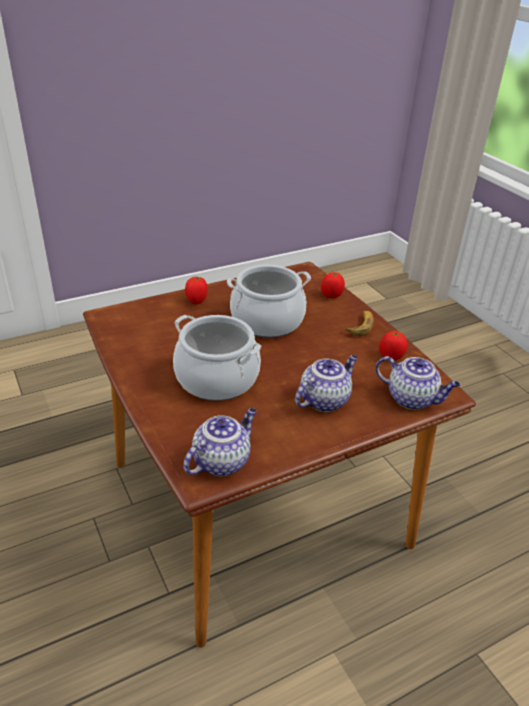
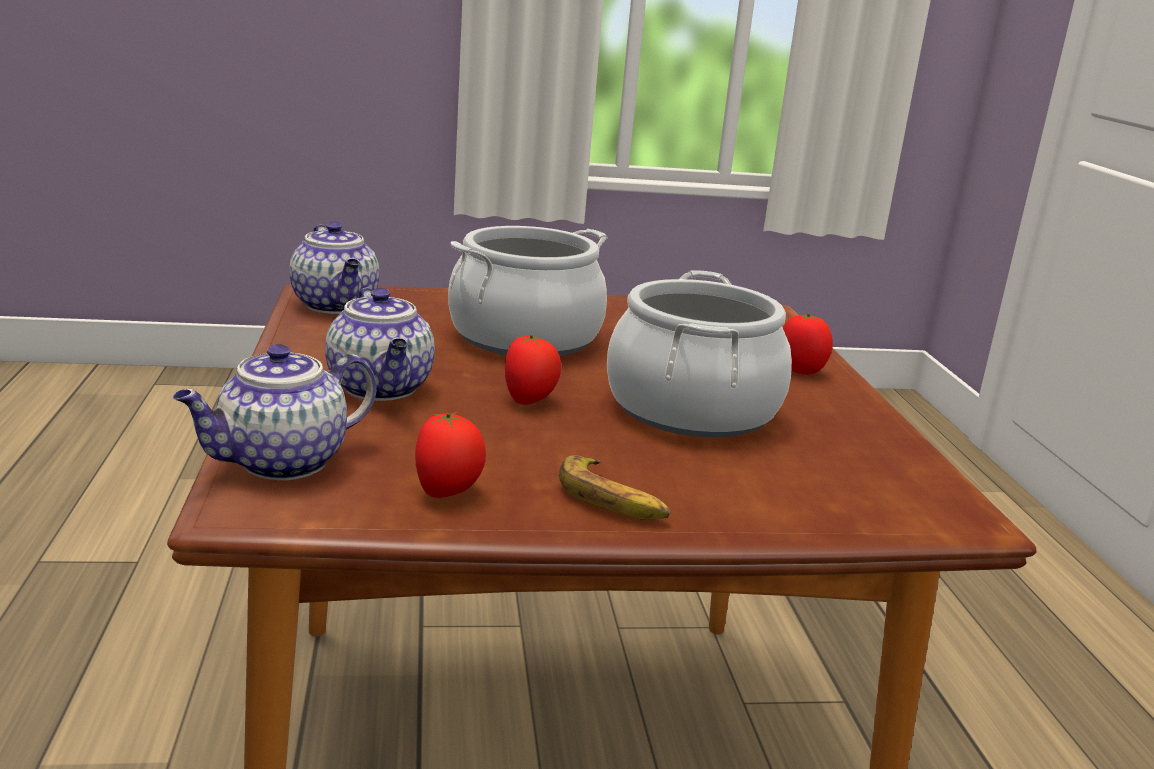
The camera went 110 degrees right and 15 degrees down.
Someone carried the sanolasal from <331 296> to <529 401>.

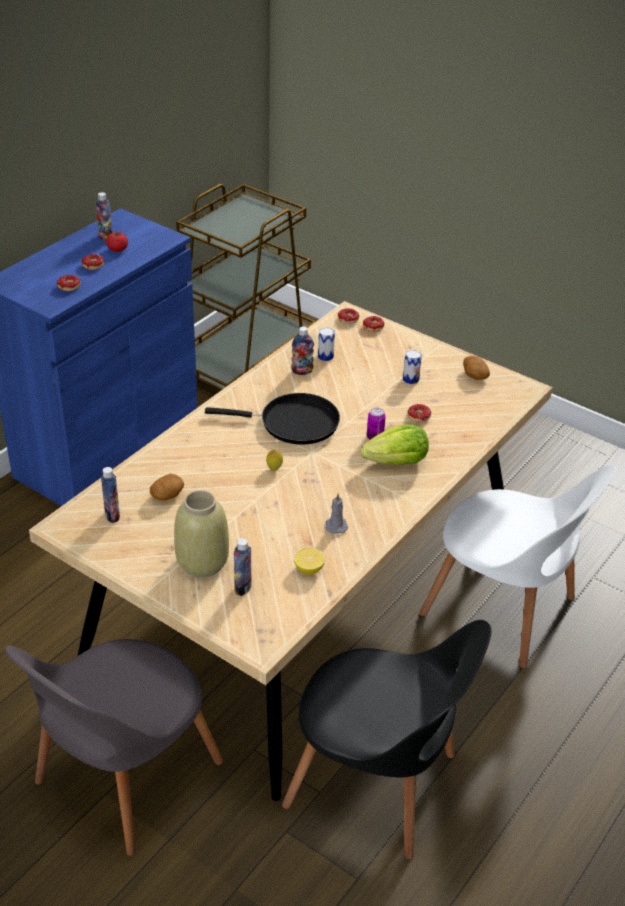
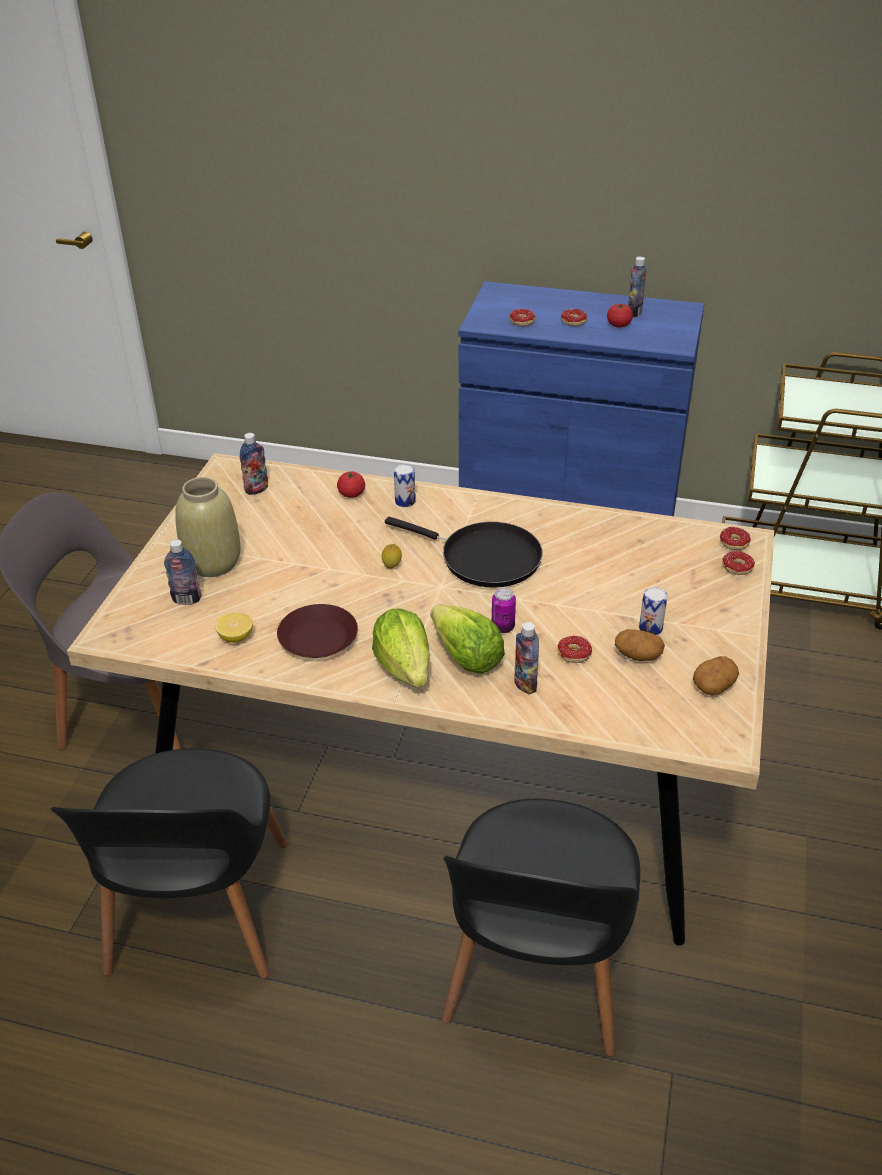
The camera went 70 degrees right and 0 degrees up.
Someone carried the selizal from <167 495> to <637 655>.
Someone rotated the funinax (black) at <293 423> by 45 degrees counterclockwise.
Someone carried the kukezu from <302 371> to <525 684>.
Someone carried the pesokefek from <325 356> to <405 501>.
Someone swapped the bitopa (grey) at <336 525> for the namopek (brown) at <319 638>.
Someone repainted the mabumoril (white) at <504 610>, which became the mabumoril (black) at <537 972>.
Someone put down the sanolasal at <351 494>.
Someone put down the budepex at <405 667>.

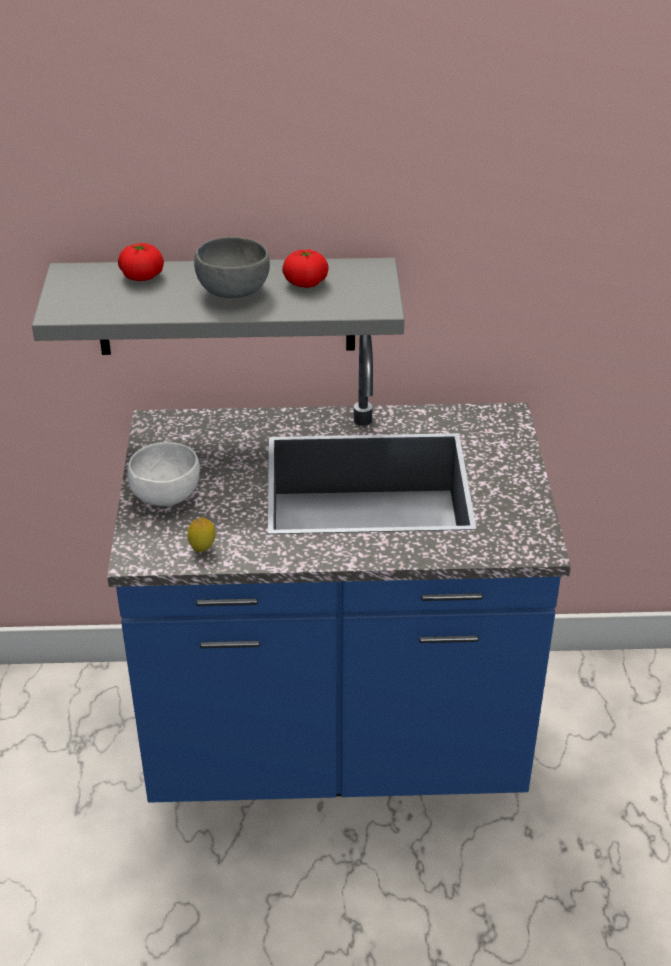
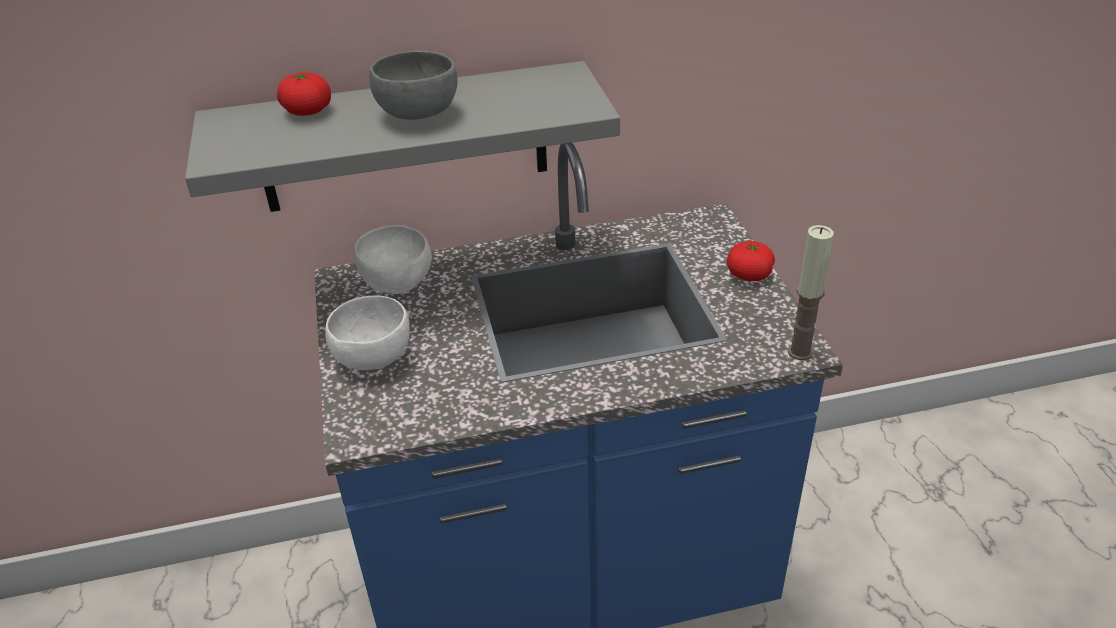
The camera went 10 degrees left and 0 degrees up.
Someone took away the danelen at <202 549>.
Someone carried the sanolasal from <305 283> to <749 275>.
Someone put down the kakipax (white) at <398 283>.
Someone put down the bitopa at <800 352>.

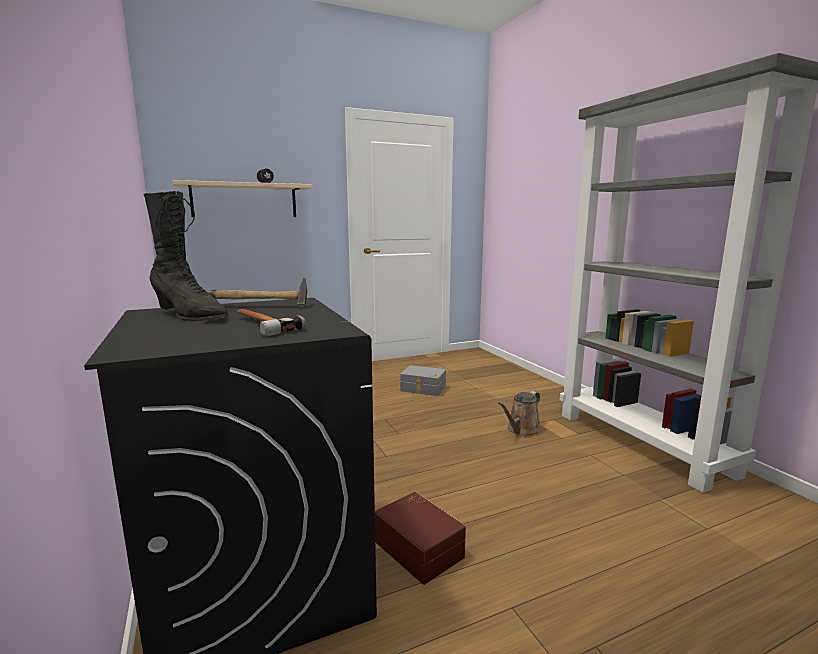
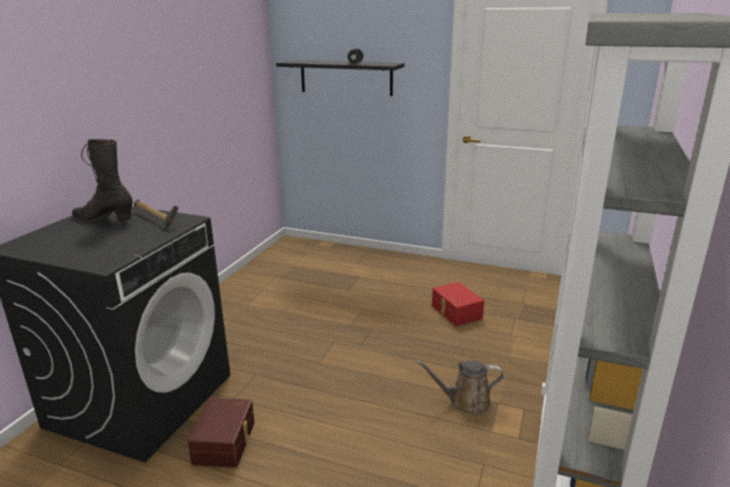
The camera went 45 degrees right and 10 degrees up.
Someone rotated the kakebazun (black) at <190 316> by 120 degrees clockwise.
Someone repainted the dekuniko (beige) at <244 200>, which became the dekuniko (black) at <346 77>.
Someone took away the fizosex at <262 325>.
Someone repainted the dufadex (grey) at <423 389>, which became the dufadex (red) at <455 312>.

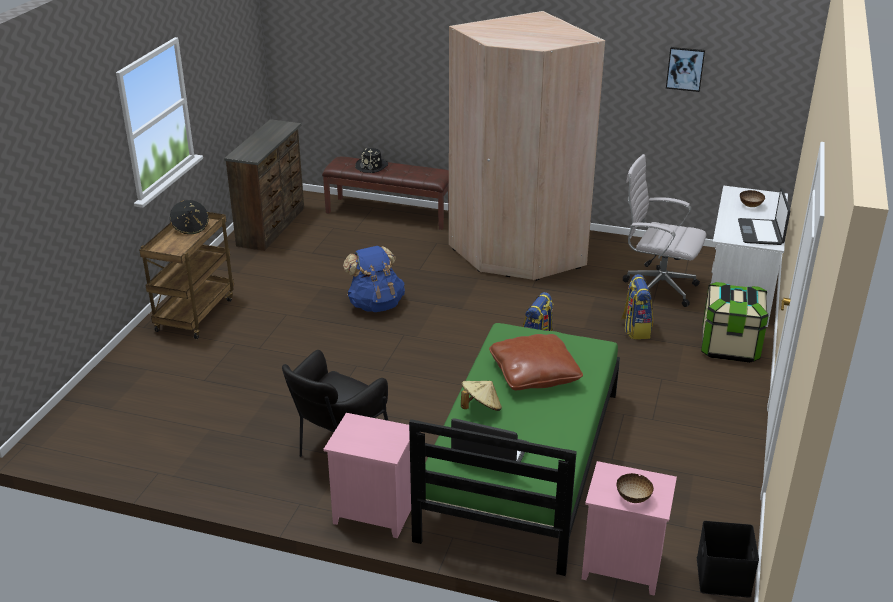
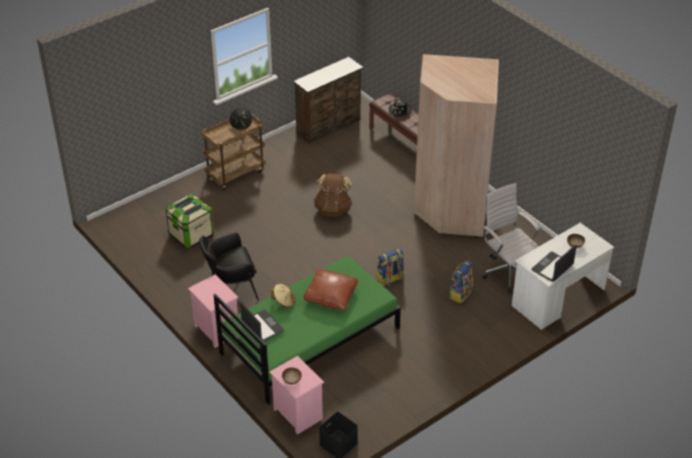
The camera went 35 degrees right and 10 degrees up.
Someone repainted the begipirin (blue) at <375 304>, which became the begipirin (brown) at <333 209>.
Someone took away the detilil at <685 68>.
Someone carried the dufadex from <729 347> to <191 235>.

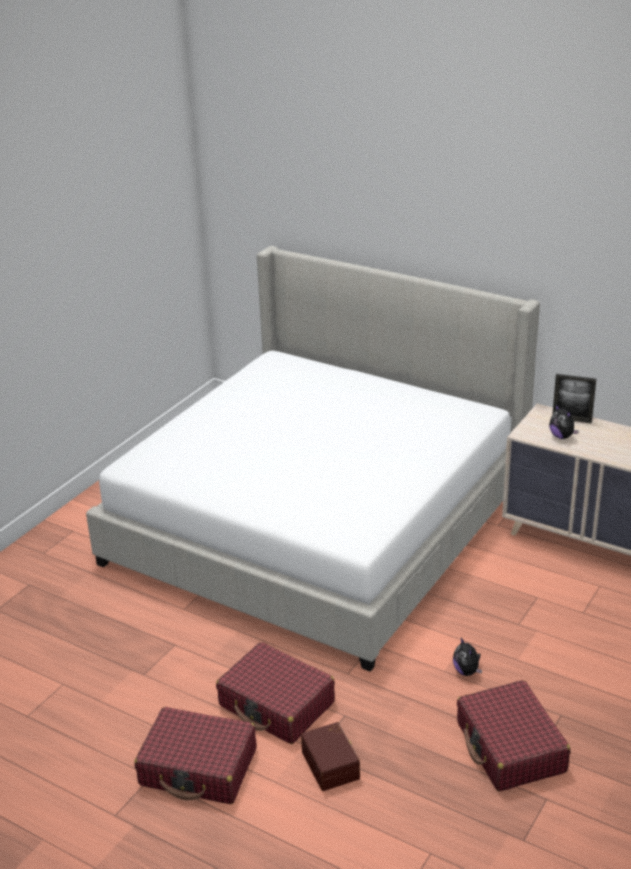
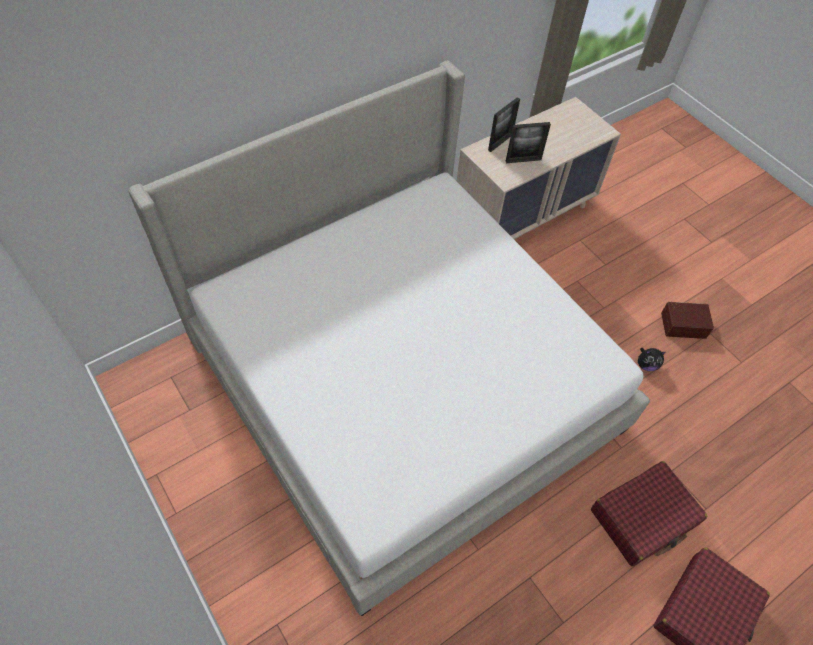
The camera went 70 degrees left and 25 degrees up.
Someone carried the dufadex (brown) from <332 764> to <683 324>.
Someone took away the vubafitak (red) at <510 747>.
Someone swapped the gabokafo at <562 436> for the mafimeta at <523 160>.

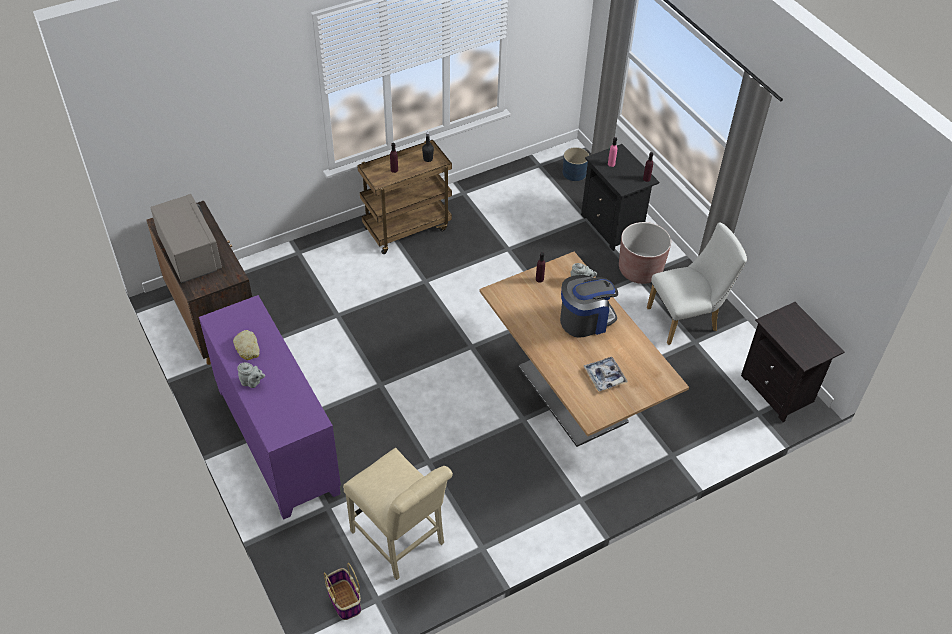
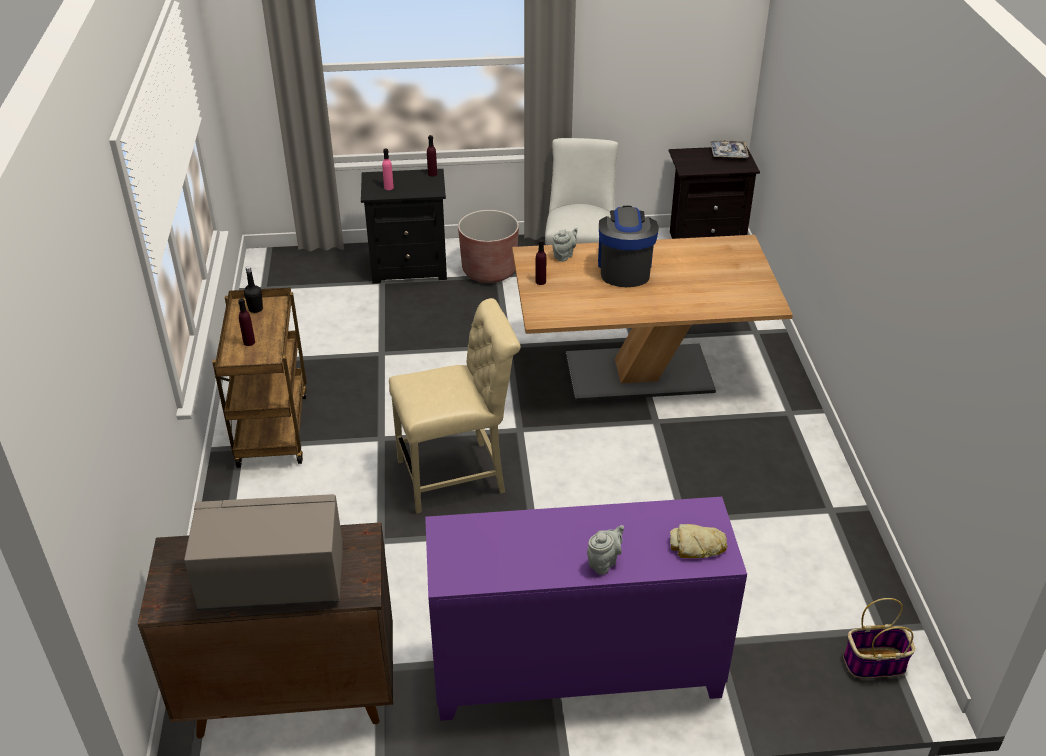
The camera went 65 degrees left and 10 degrees down.
Someone carried the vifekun from <247 348> to <697 546>.
Someone carried the mabumoril (beige) from <400 541> to <458 475>.
Someone took away the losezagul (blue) at <574 173>.
Someone carried the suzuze from <604 376> to <728 153>.

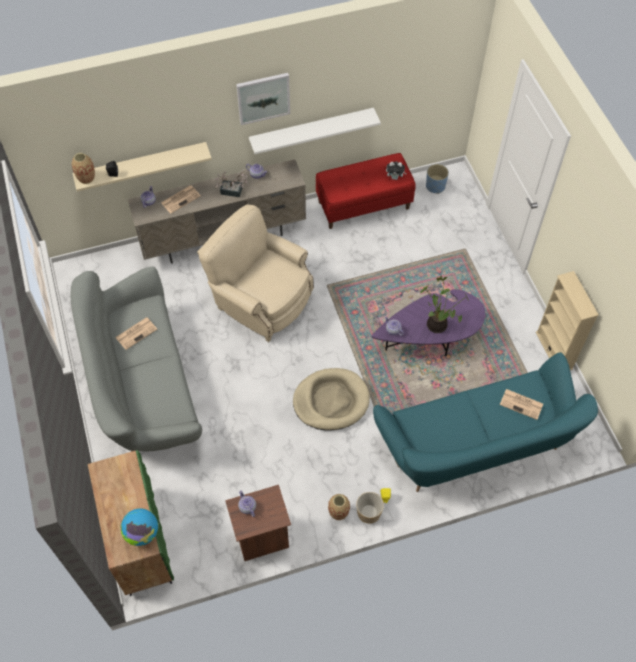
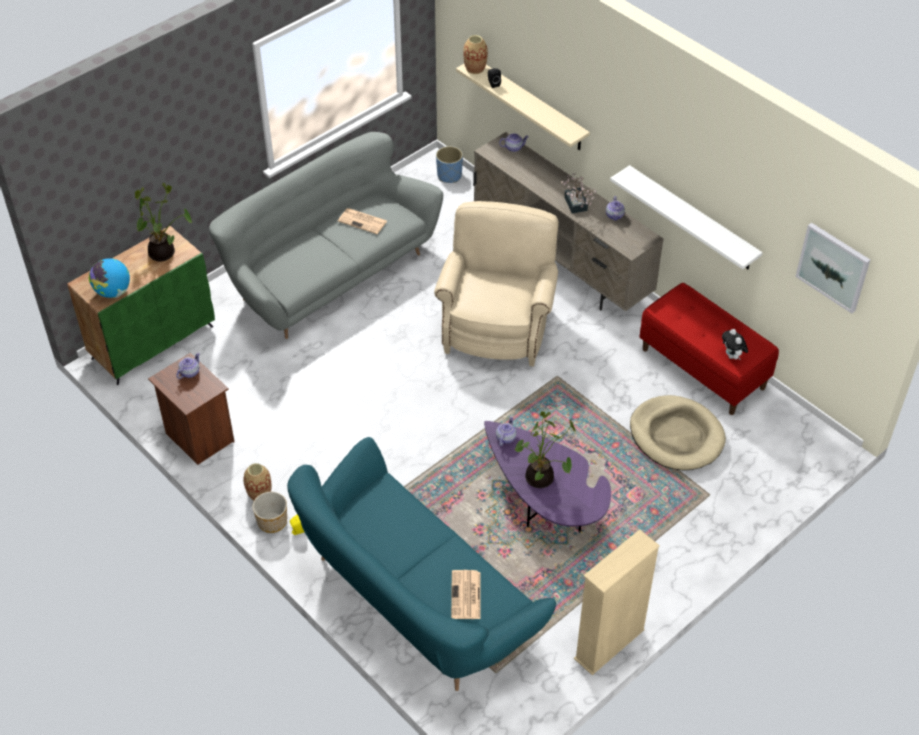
The camera went 65 degrees right and 10 degrees down.
Someone took away the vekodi at <181 199>.
Someone carried the detilil from <263 98> to <833 267>.
Someone carried the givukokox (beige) from <331 401> to <676 436>.
Someone carried the losezagul (blue) from <435 186> to <449 176>.
Someone put down the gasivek at <164 253>.

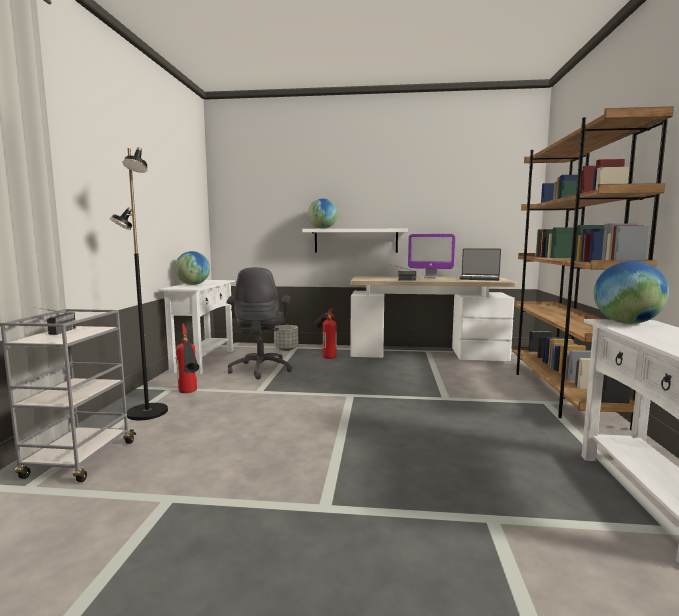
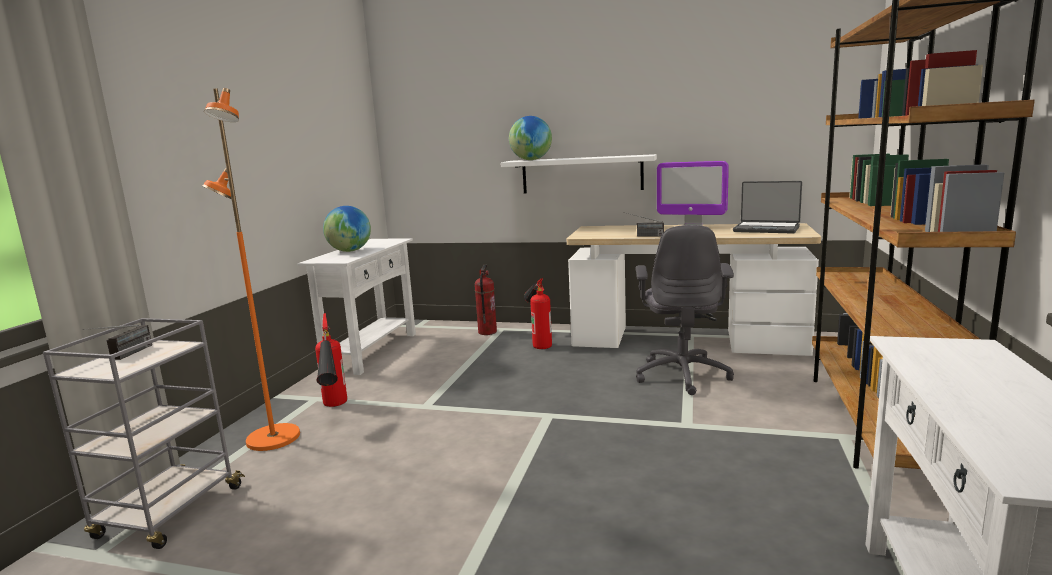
The camera went 10 degrees right and 5 degrees up.
Someone repainted the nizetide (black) at <146 413>, which became the nizetide (orange) at <272 439>.
Someone carried the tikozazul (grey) from <261 369> to <682 375>.
Someone swapped the losezagul (grey) at <286 349> for the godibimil at <487 332>.
Someone took away the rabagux at <627 323>.

